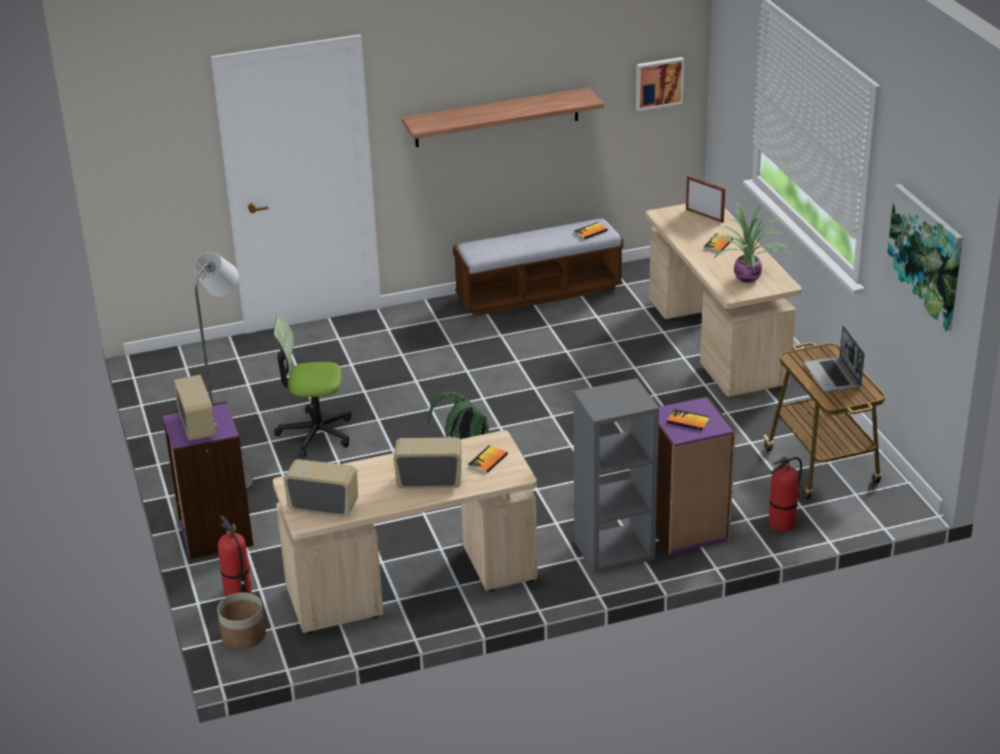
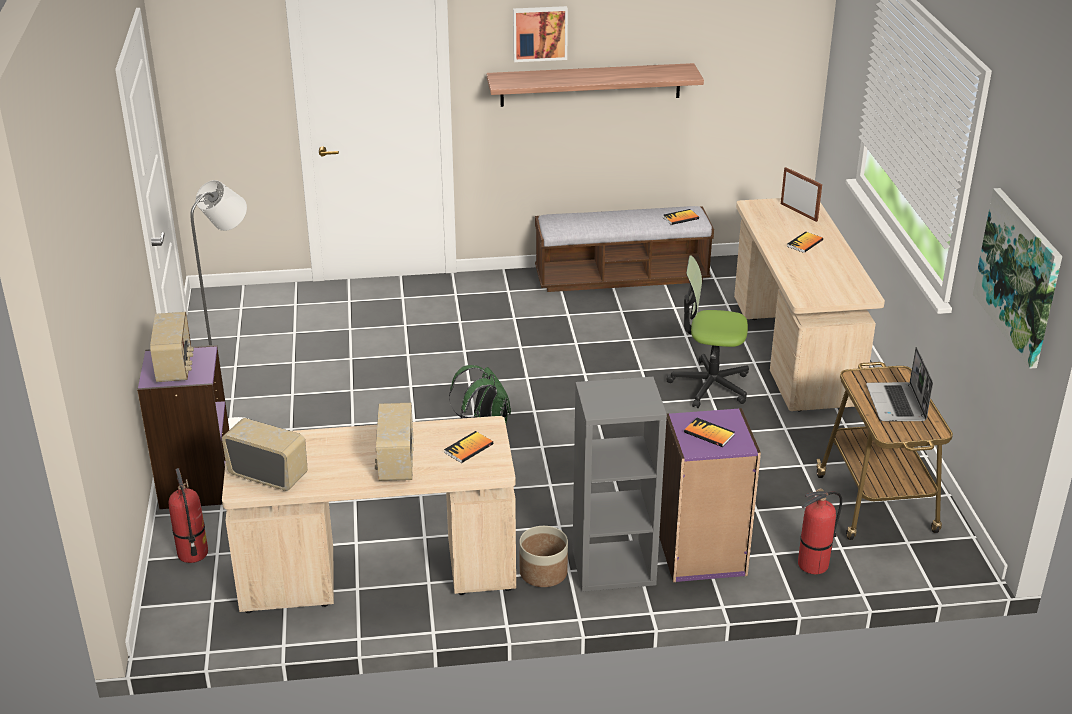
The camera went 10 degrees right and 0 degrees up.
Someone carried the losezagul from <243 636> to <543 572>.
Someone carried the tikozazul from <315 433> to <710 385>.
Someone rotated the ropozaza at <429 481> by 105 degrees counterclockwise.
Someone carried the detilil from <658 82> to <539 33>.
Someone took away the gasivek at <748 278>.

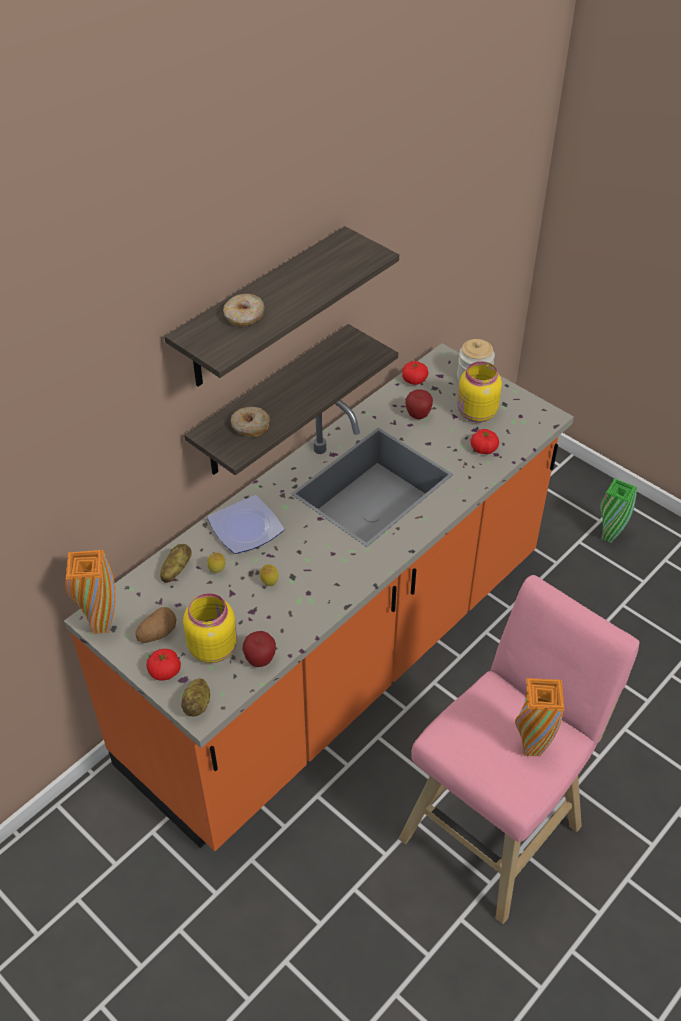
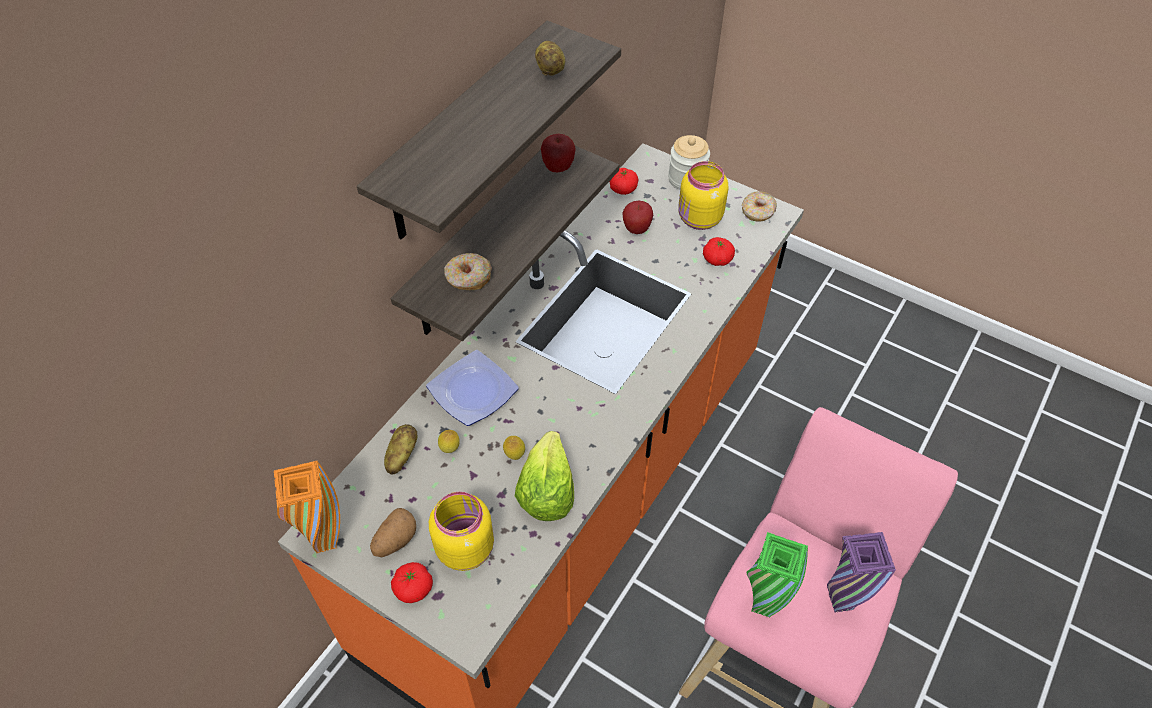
The camera went 10 degrees left and 5 degrees up.
Someone carried the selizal from <198 704> to <551 70>.
Someone carried the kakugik from <244 316> to <758 211>.
Someone carried the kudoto from <260 660> to <558 168>.
Someone repainted the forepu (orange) at <531 748>, which became the forepu (purple) at <840 602>.
Someone carried the forepu (green) from <608 537> to <762 605>.
Someone put down the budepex at <546 490>.

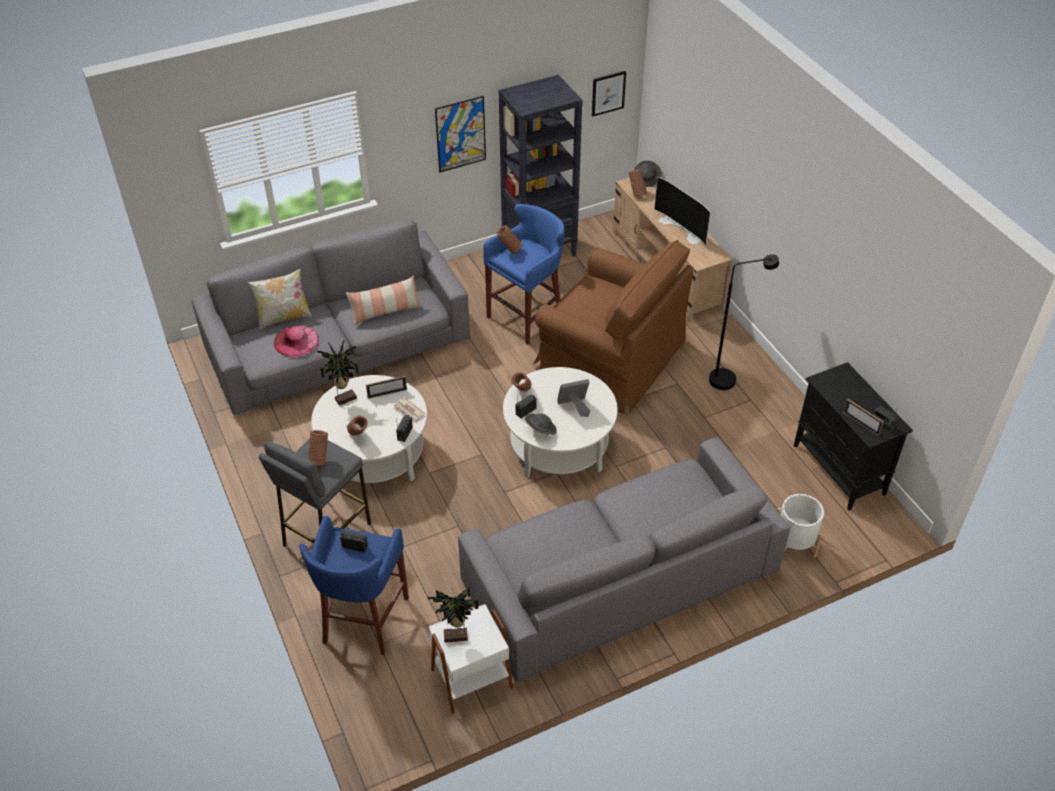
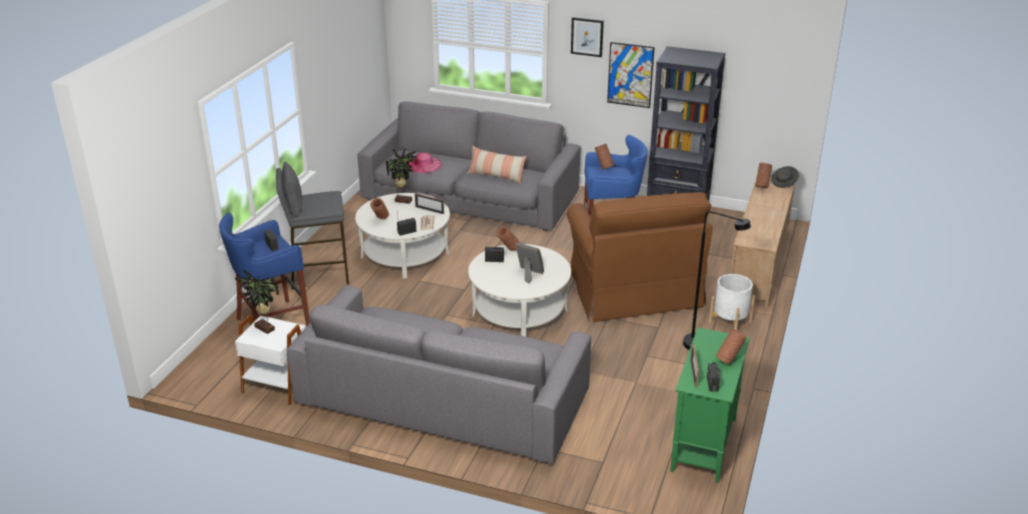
The camera went 45 degrees right and 15 degrees down.
Someone took away the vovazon at <283 317>.
Someone carried the forepu (brown) from <320 459> to <729 360>.
Someone took away the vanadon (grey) at <540 429>.
Someone carried the detilil from <608 93> to <587 37>.
Someone took away the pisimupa at <683 228>.
Someone carried the losezagul (white) from <793 543> to <730 322>.
Someone repainted the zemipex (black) at <839 470>, which became the zemipex (green) at <704 445>.

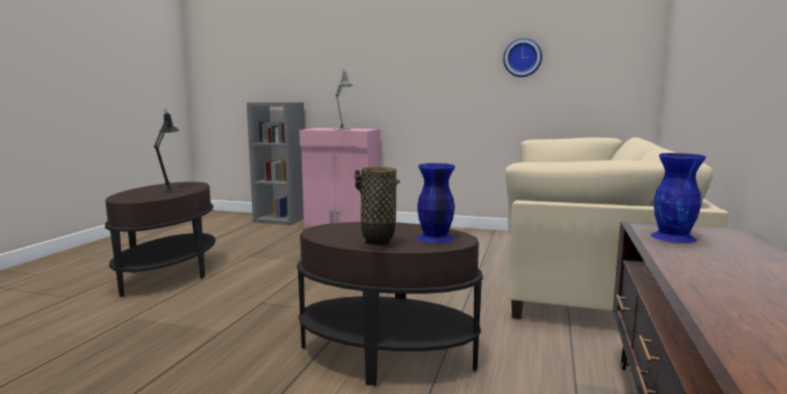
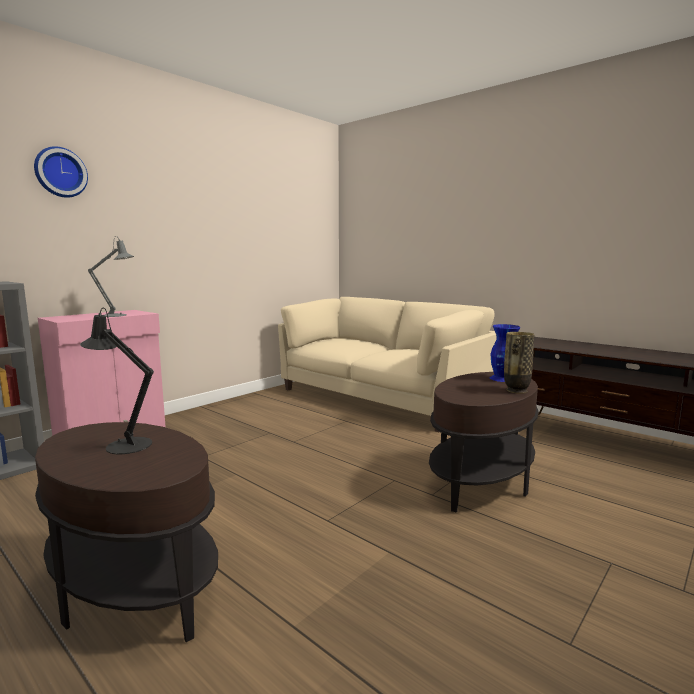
The camera went 65 degrees left and 0 degrees up.
Someone carried the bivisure from <522 58> to <60 172>.
Someone took away the forepu (blue) at <674 237>.

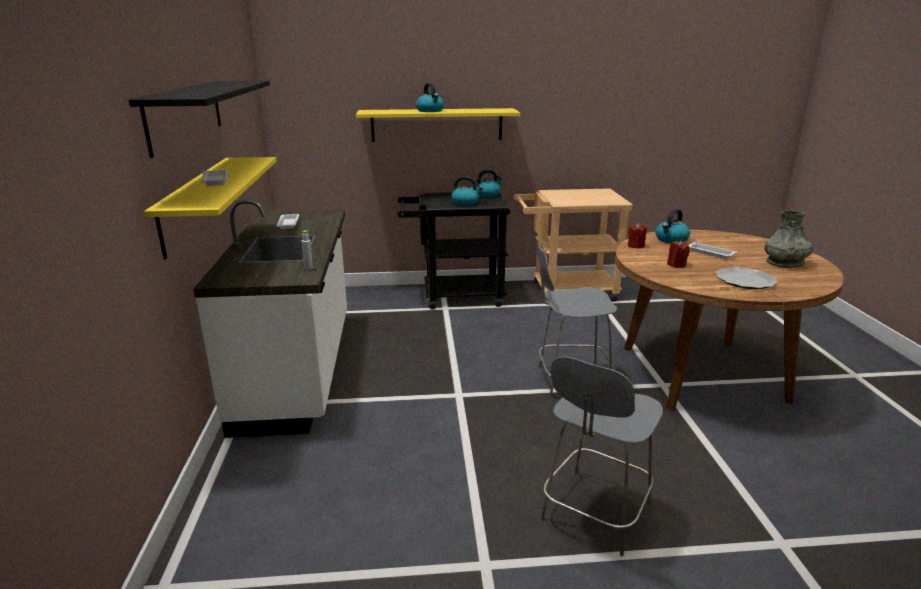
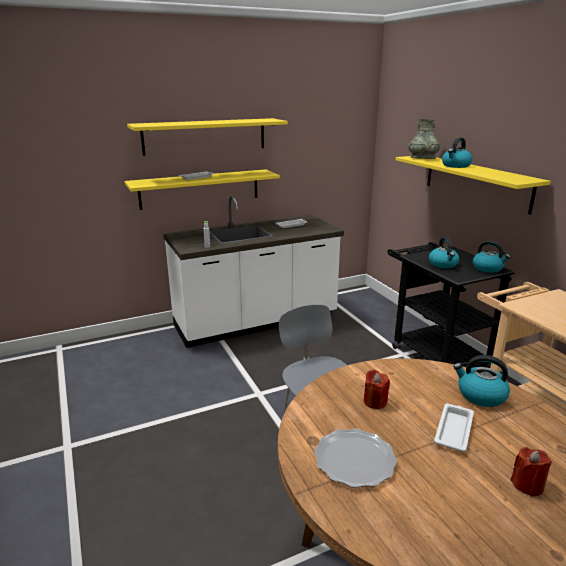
The camera went 70 degrees right and 0 degrees up.
Someone repainted the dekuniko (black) at <186 114>, which became the dekuniko (yellow) at <205 136>.
Someone took away the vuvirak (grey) at <594 513>.
Someone carried the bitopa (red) from <636 246> to <527 485>.
Someone carried the forepu (grey) from <784 263> to <423 158>.

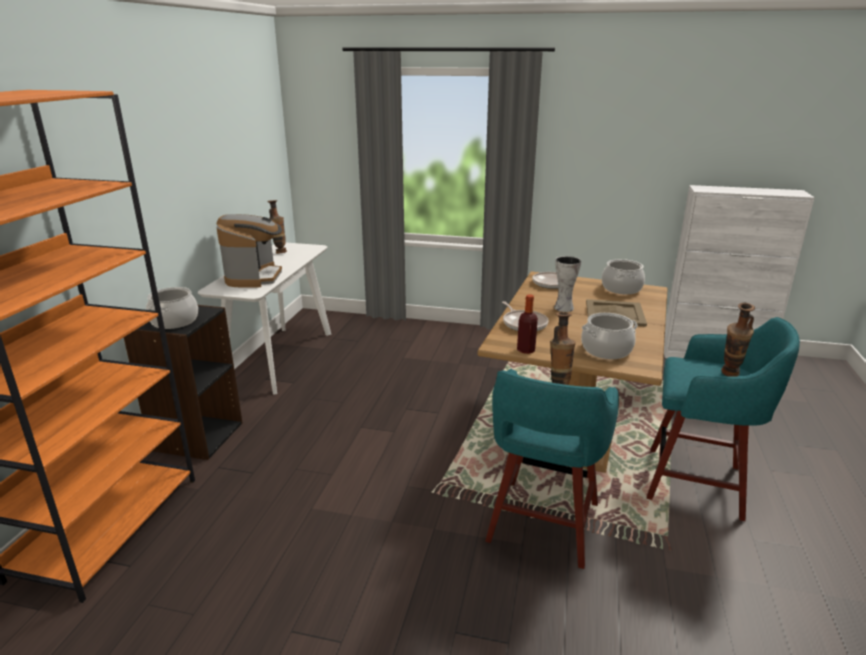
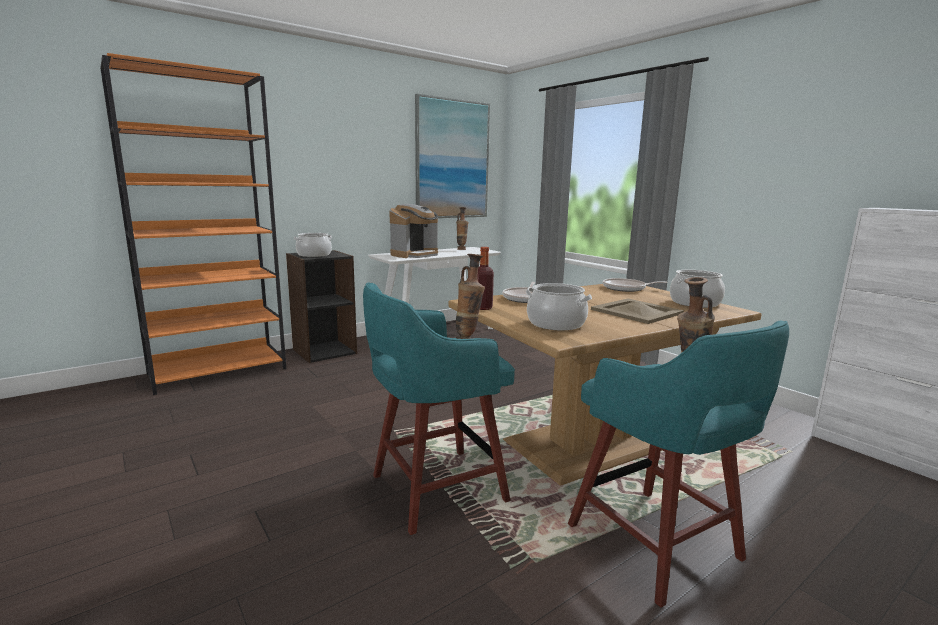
The camera went 40 degrees right and 10 degrees down.
Someone took away the forepu at <562 307>.
Someone put up the detilil at <452 160>.

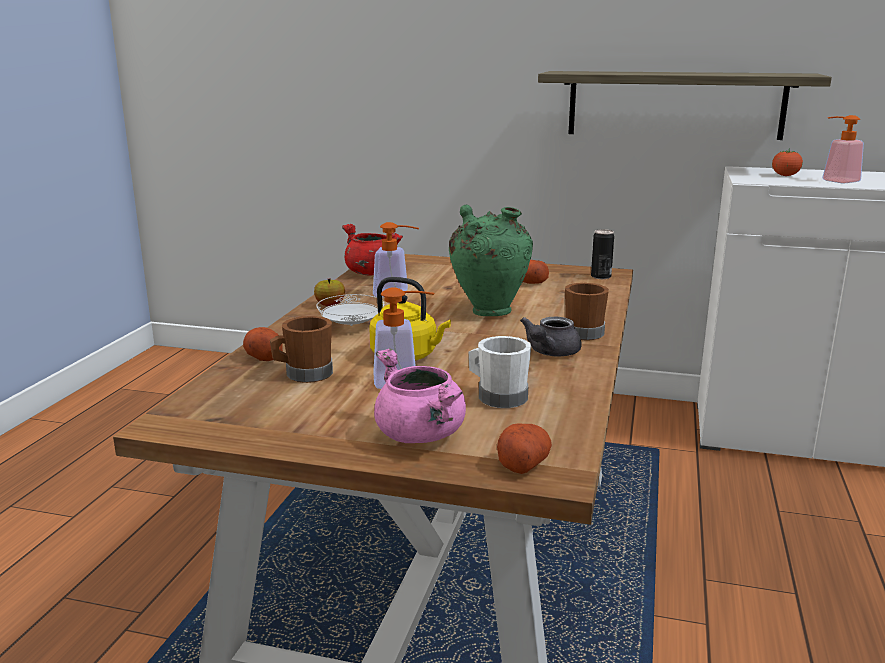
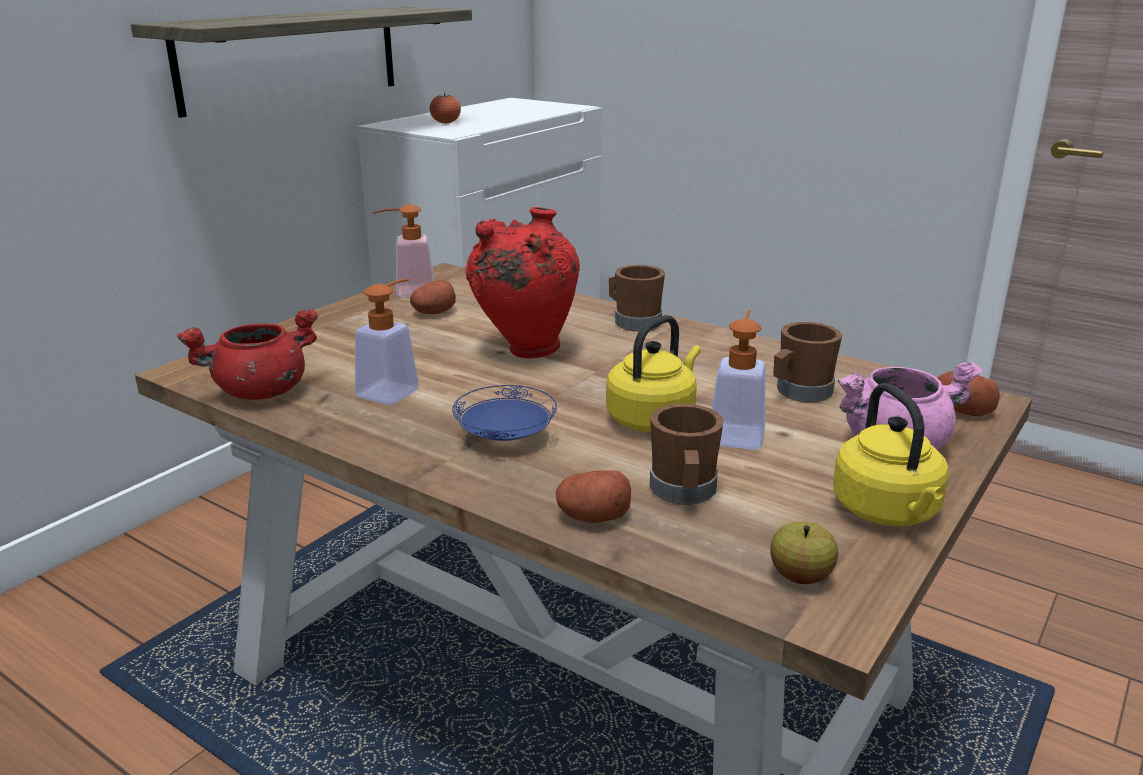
The camera went 70 degrees left and 5 degrees up.
Someone carried the kudoto from <330 305> to <800 577>.
Someone repainted the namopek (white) at <351 325>, which became the namopek (blue) at <505 437>.
Someone repainted the forepu (green) at <489 311>, which became the forepu (red) at <525 350>.
Someone repainted the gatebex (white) at <497 396>, which became the gatebex (brown) at <799 392>.
Someone took away the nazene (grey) at <550 353>.
Someone took away the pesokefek at <601 277>.
Someone carried the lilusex from <835 180> to <407 292>.
Someone put down the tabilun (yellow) at <888 512>.

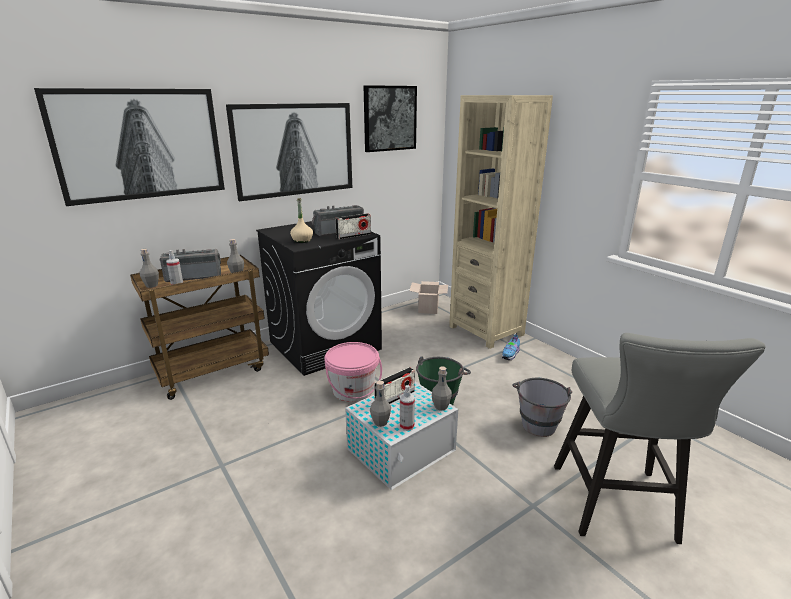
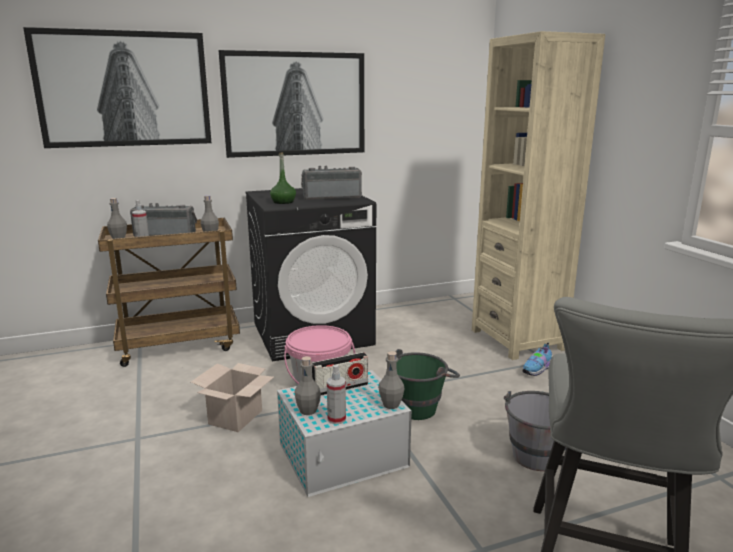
The camera went 15 degrees right and 5 degrees down.
Someone repainted the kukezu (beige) at <302 240>, which became the kukezu (green) at <283 202>.
Someone took away the ropozaza at <353 236>.
Someone took away the detilil at <389 118>.
Someone carried the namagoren from <428 309> to <235 418>.

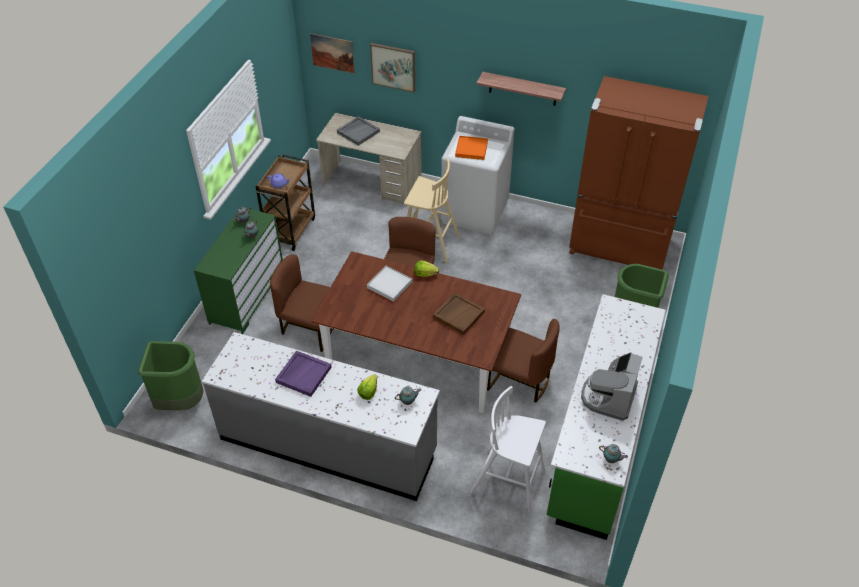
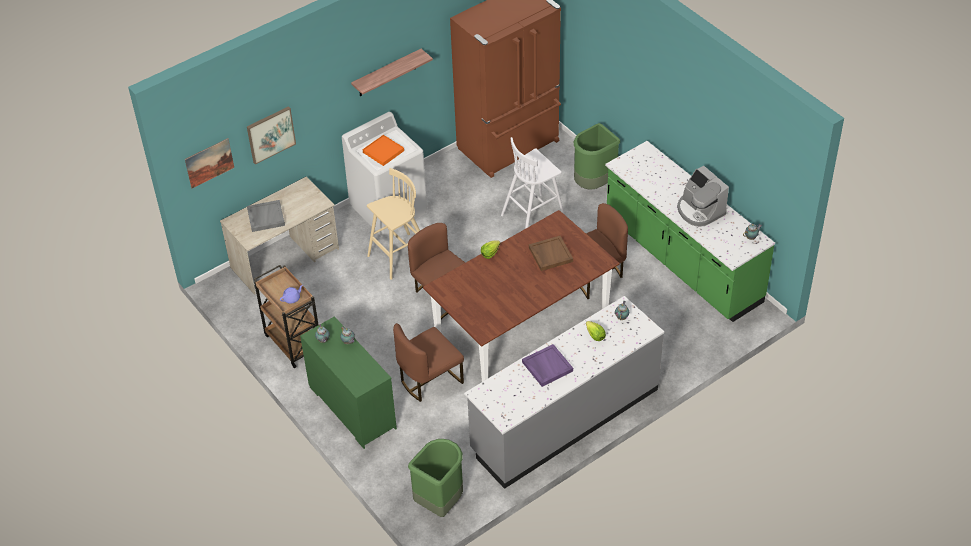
The camera went 55 degrees left and 0 degrees up.
Someone took away the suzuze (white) at <389 284>.
Someone carried the vuvirak (white) from <509 482> to <534 215>.

